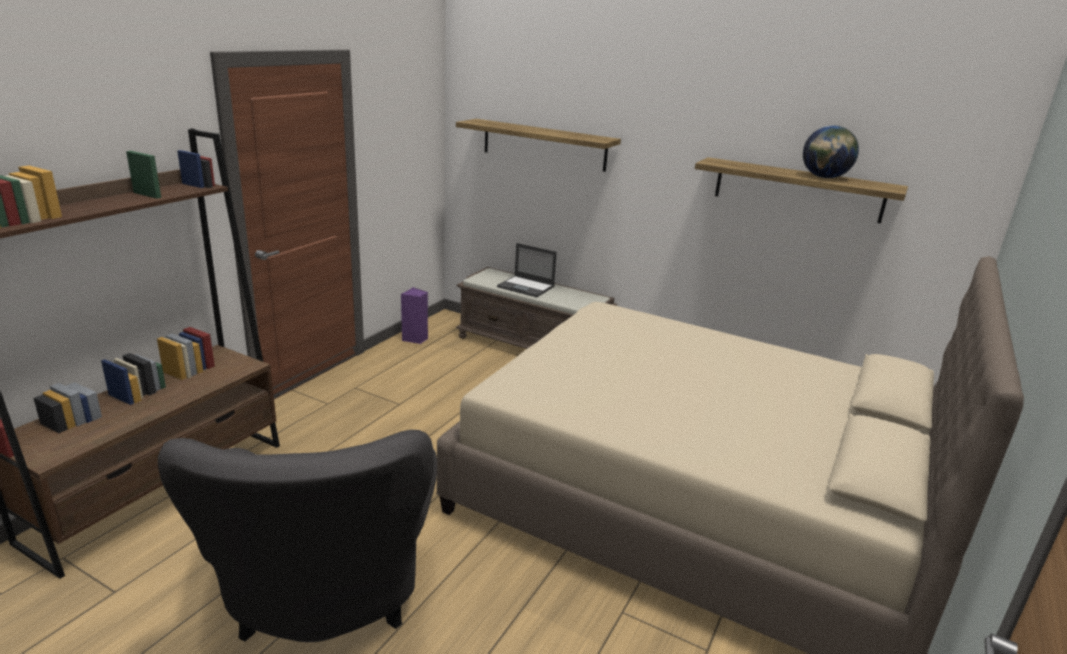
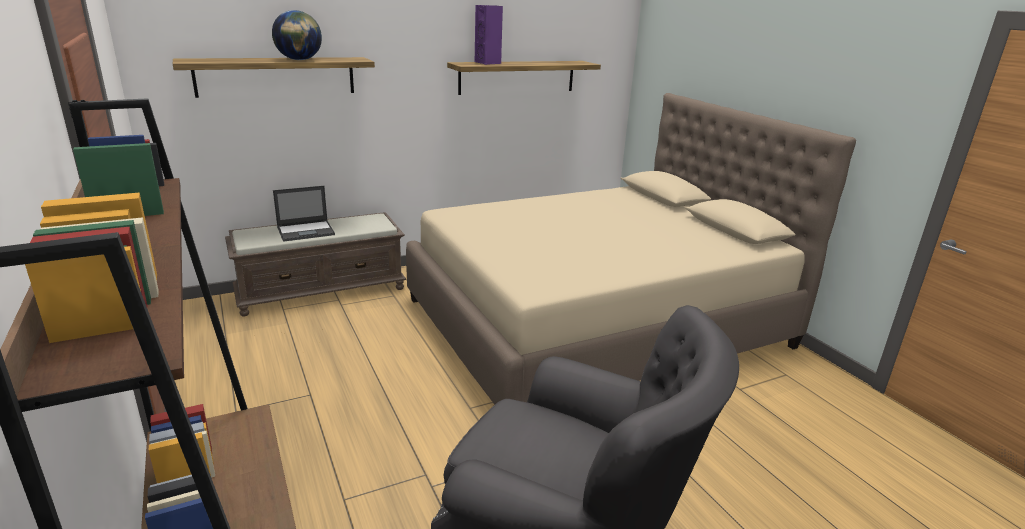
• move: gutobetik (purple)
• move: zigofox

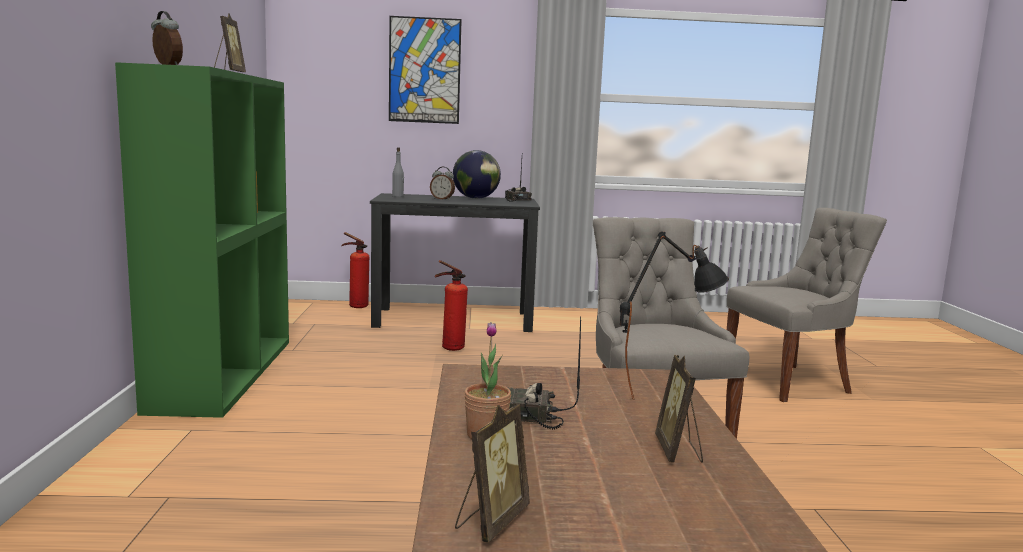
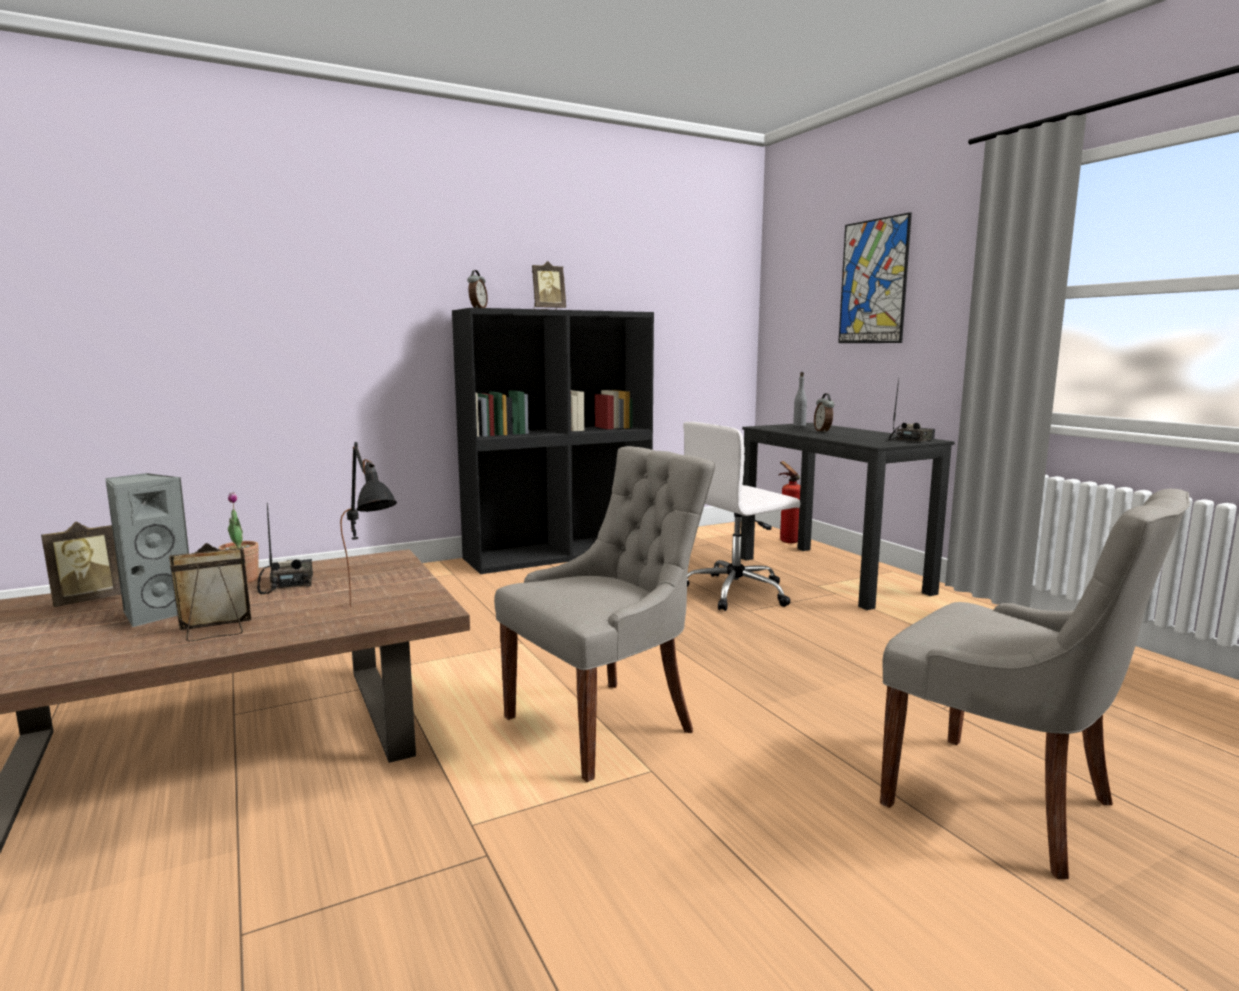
• recolor: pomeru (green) to pomeru (black)
• replace: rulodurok (2nd from left) to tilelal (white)
• delete: zigofox
• rotate: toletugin (2nd from left in the first image) 45 degrees counterclockwise
• insert: gutobetik (grey)

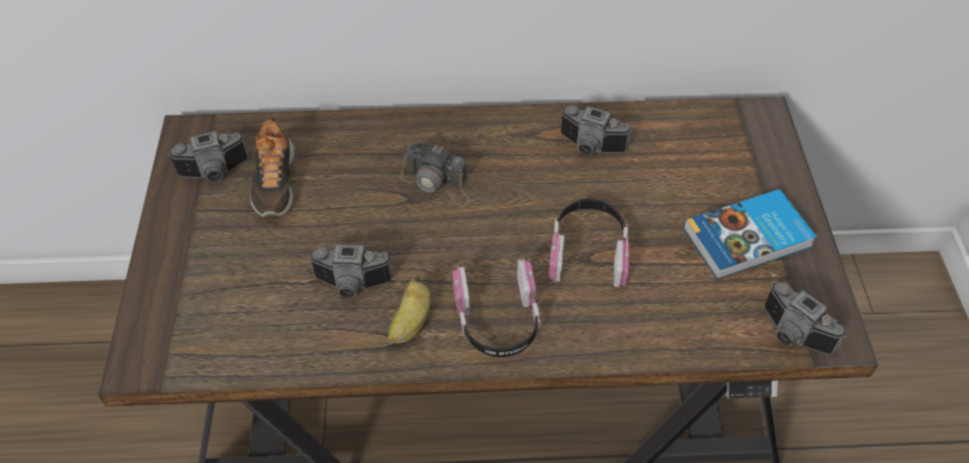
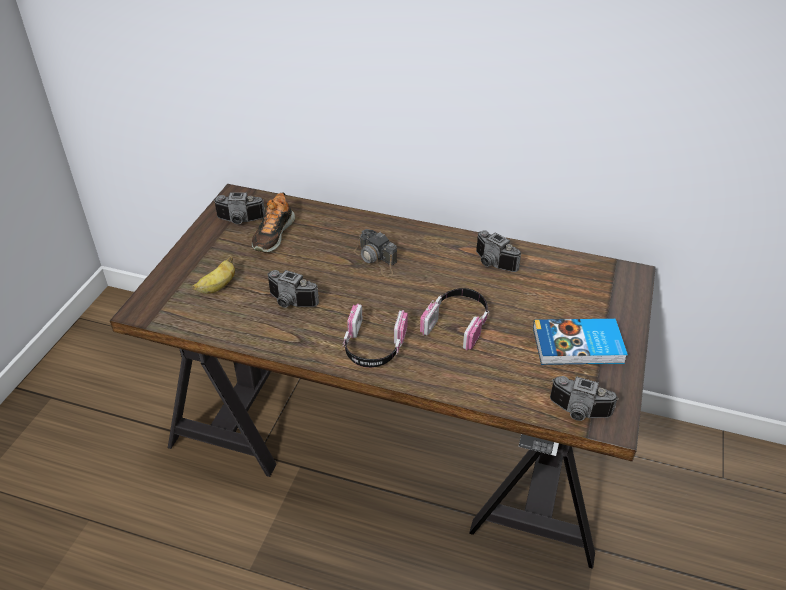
• move: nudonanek
• rotate: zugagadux (5th from left) 45 degrees counterclockwise

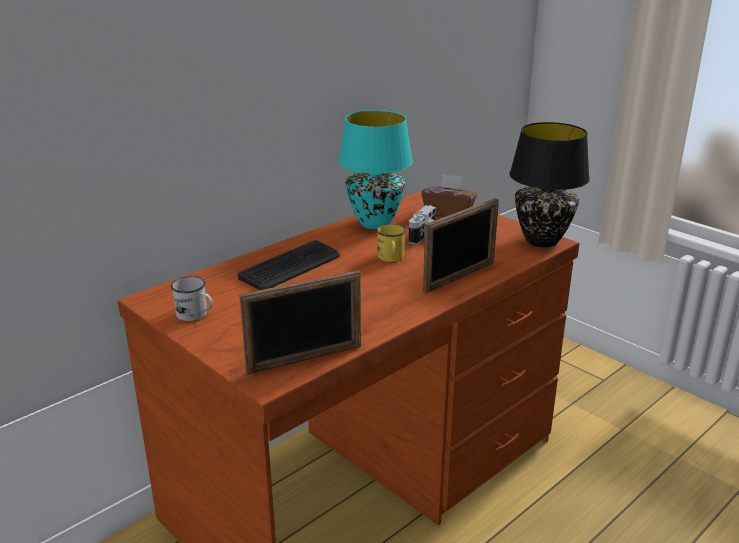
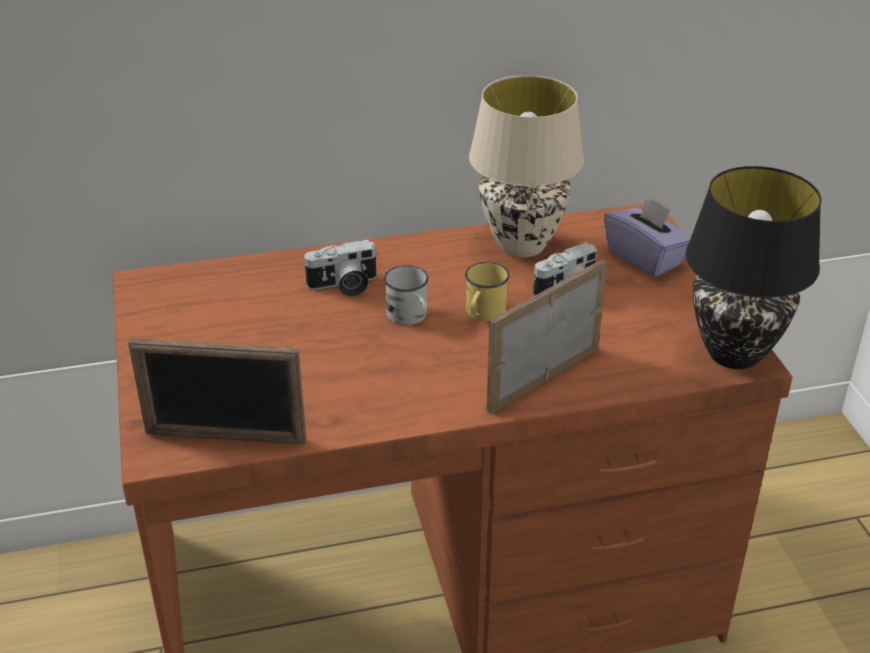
• move: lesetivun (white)
• replace: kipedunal to zugagadux (1st from left)
• recolor: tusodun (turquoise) to tusodun (beige)
• recolor: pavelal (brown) to pavelal (purple)
• rotate: toletugin (2nd from left) 150 degrees clockwise

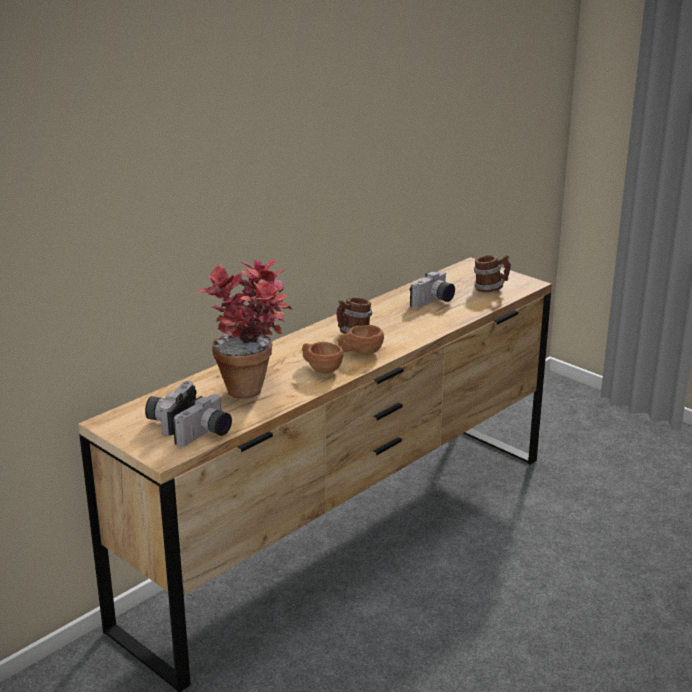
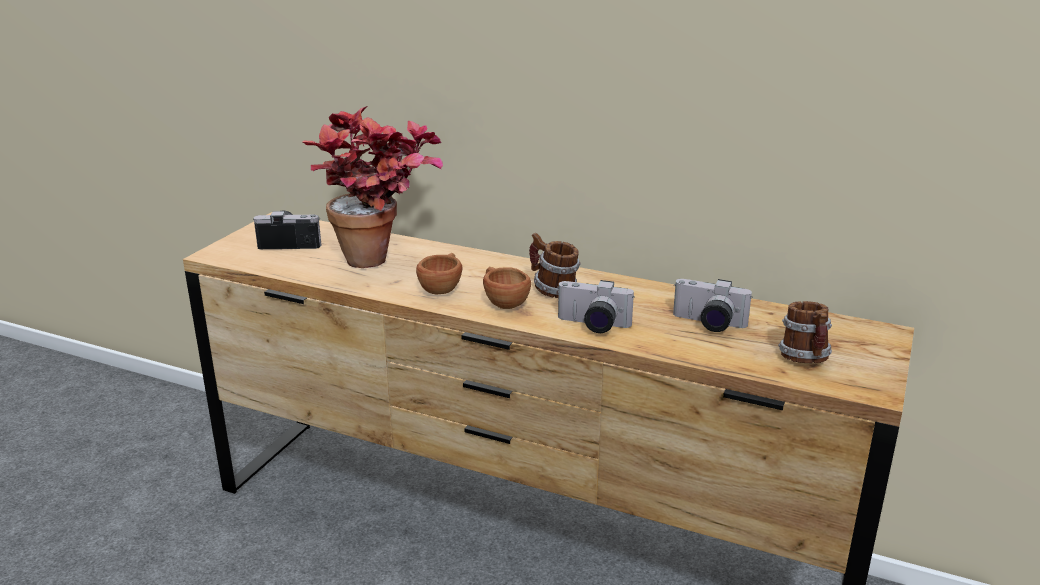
• move: zugagadux (2nd from left)

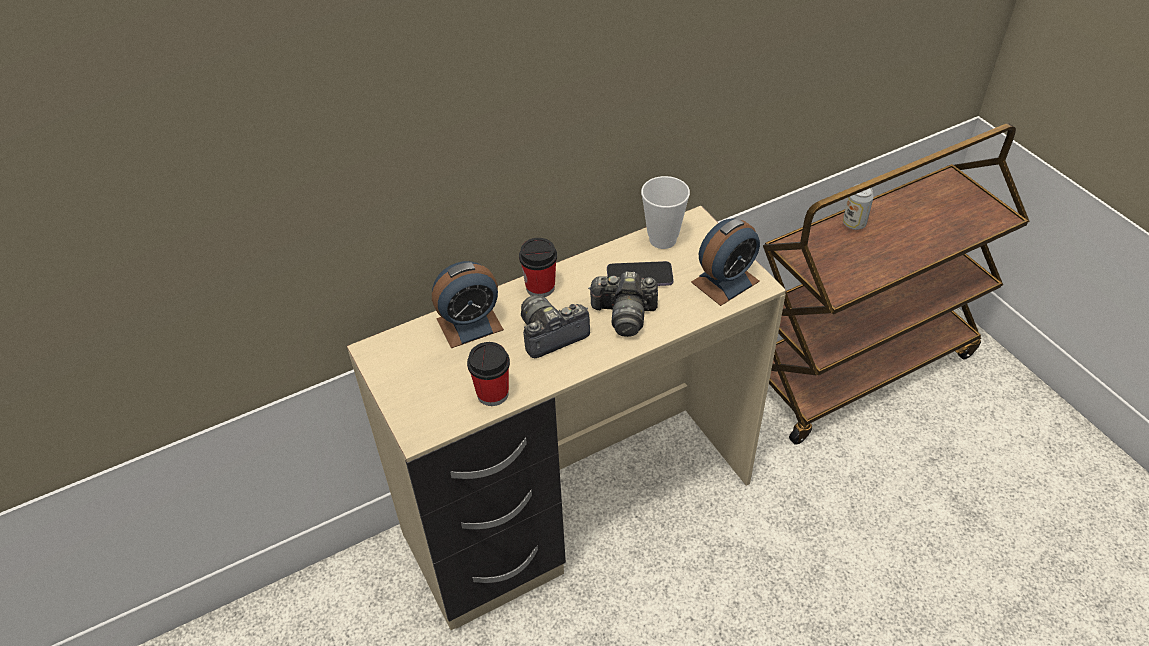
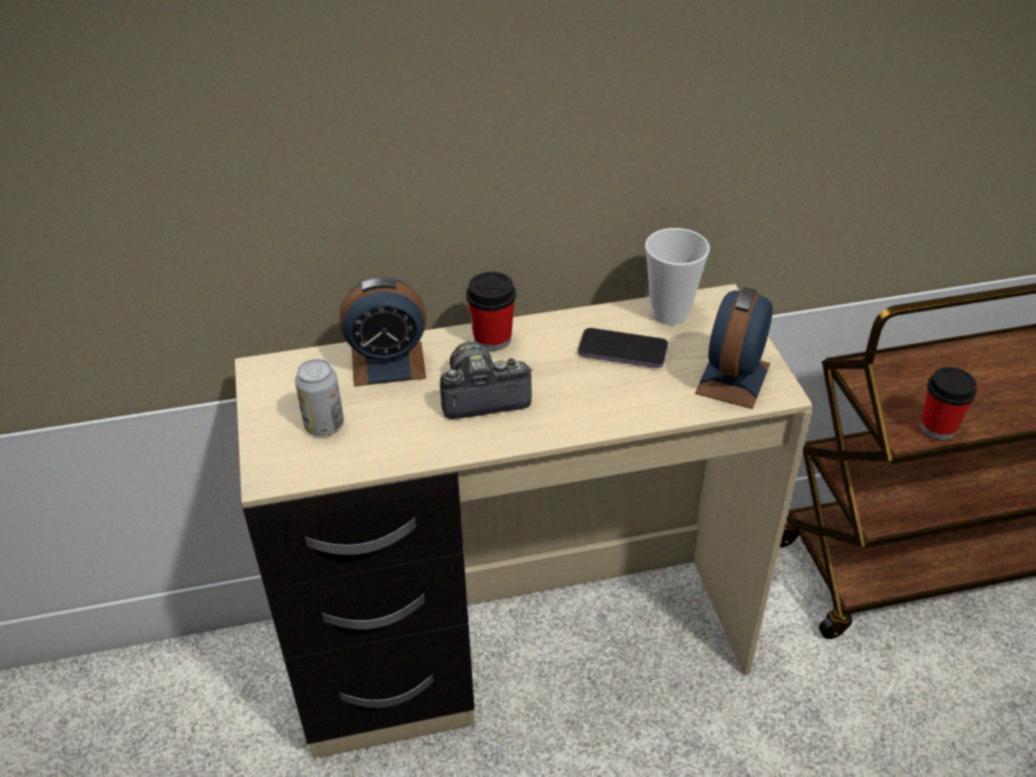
• move: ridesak (1st from left in the first image) to ridesak (3rd from left)
• delete: zugagadux (2nd from left)
• rotate: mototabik (2nd from left) 135 degrees clockwise
• move: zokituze

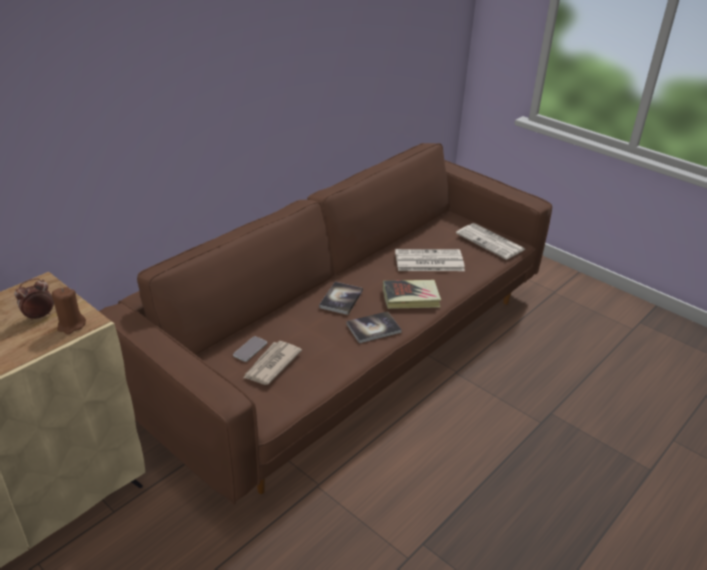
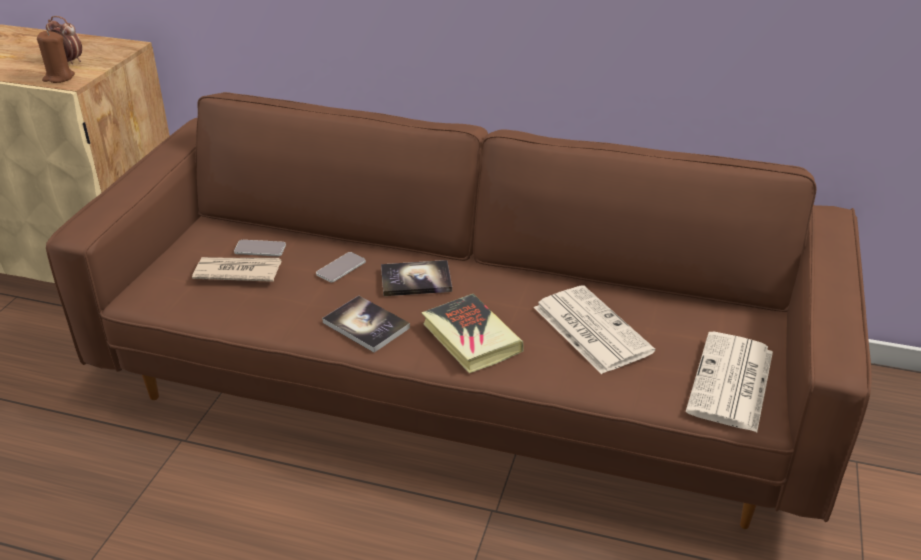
• insert: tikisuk (2nd from left)

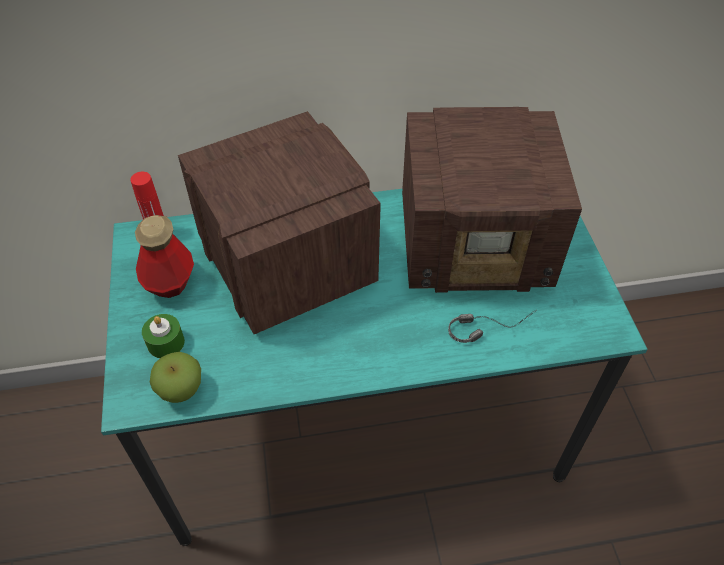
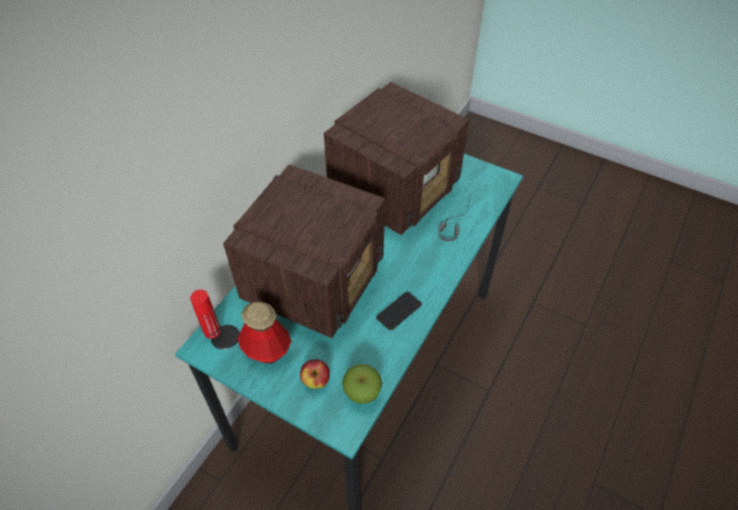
• replace: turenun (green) to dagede (1st from left)
• rotate: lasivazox (1st from left) 105 degrees clockwise
• insert: tikisuk

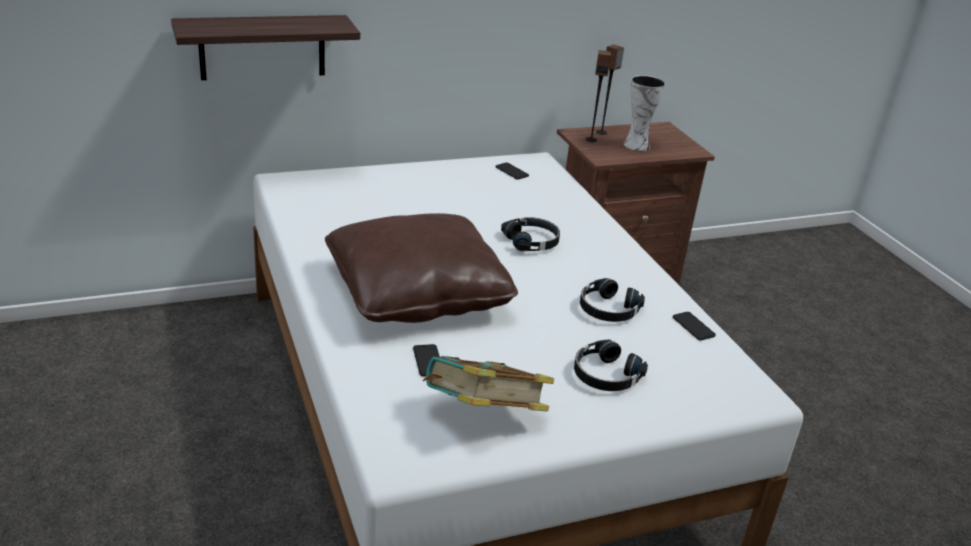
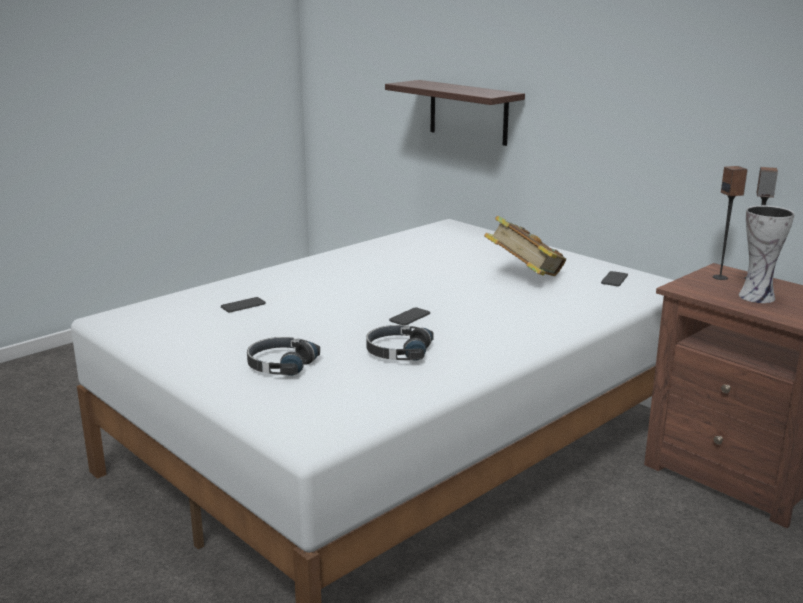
• delete: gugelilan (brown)
• move: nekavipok
• delete: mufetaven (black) (1st from left)
• move: tikisuk (3rd from left in the first image) to tikisuk (2nd from left)

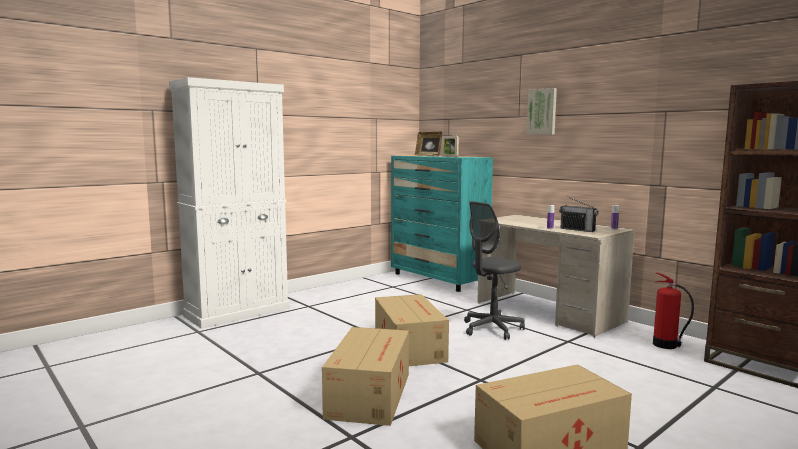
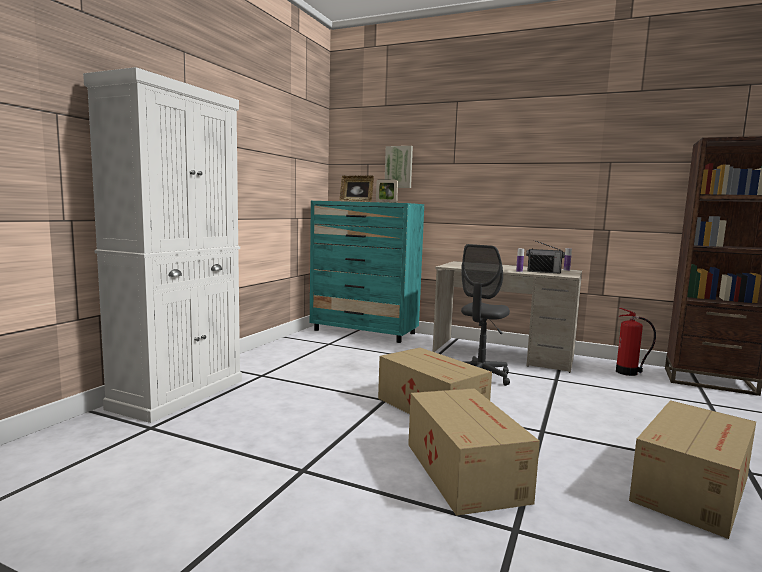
• move: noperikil

